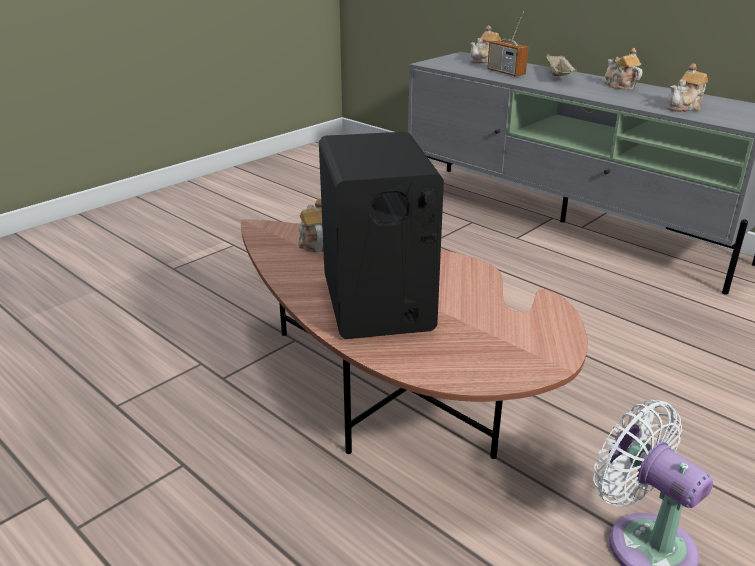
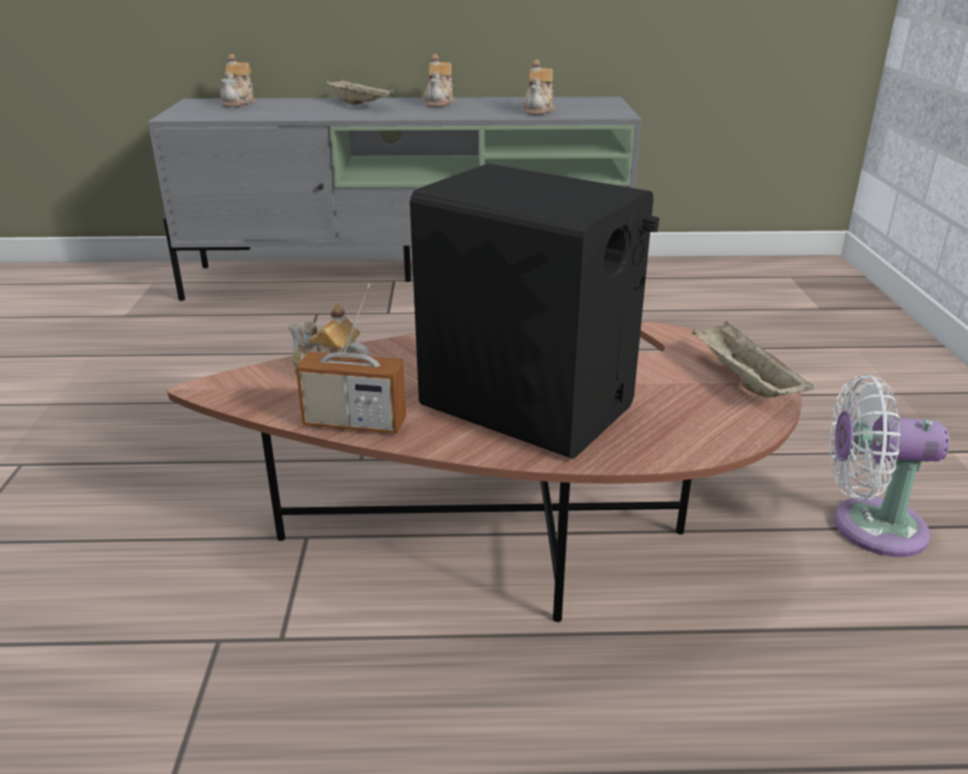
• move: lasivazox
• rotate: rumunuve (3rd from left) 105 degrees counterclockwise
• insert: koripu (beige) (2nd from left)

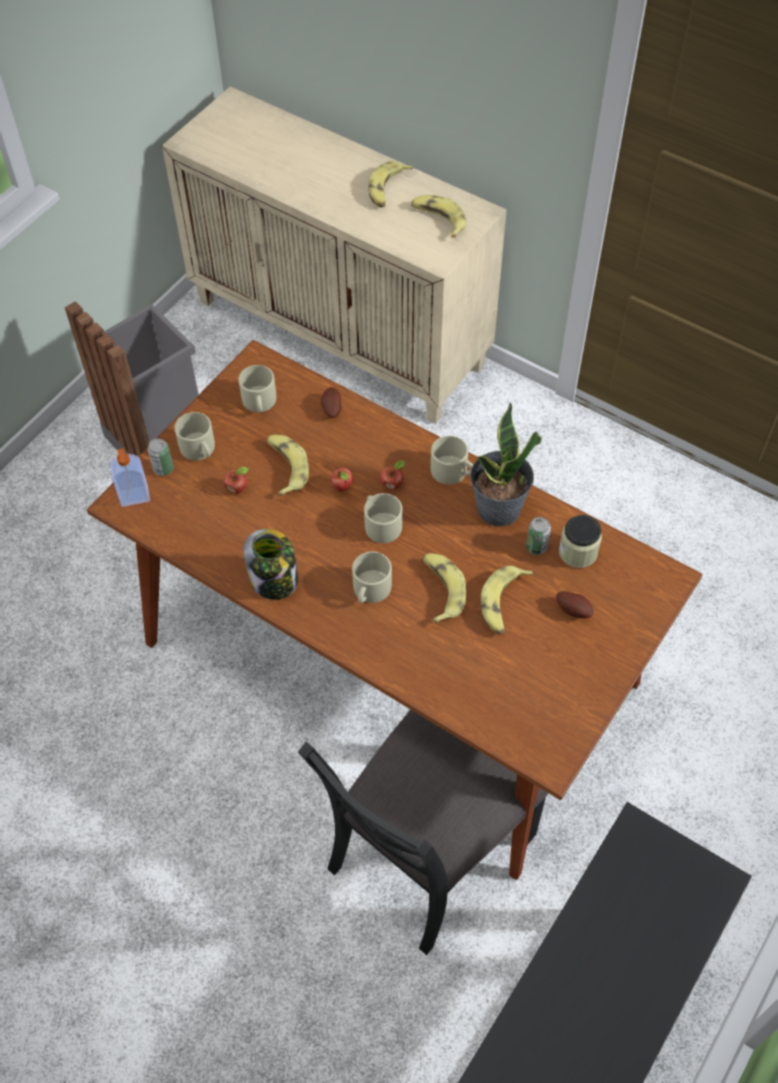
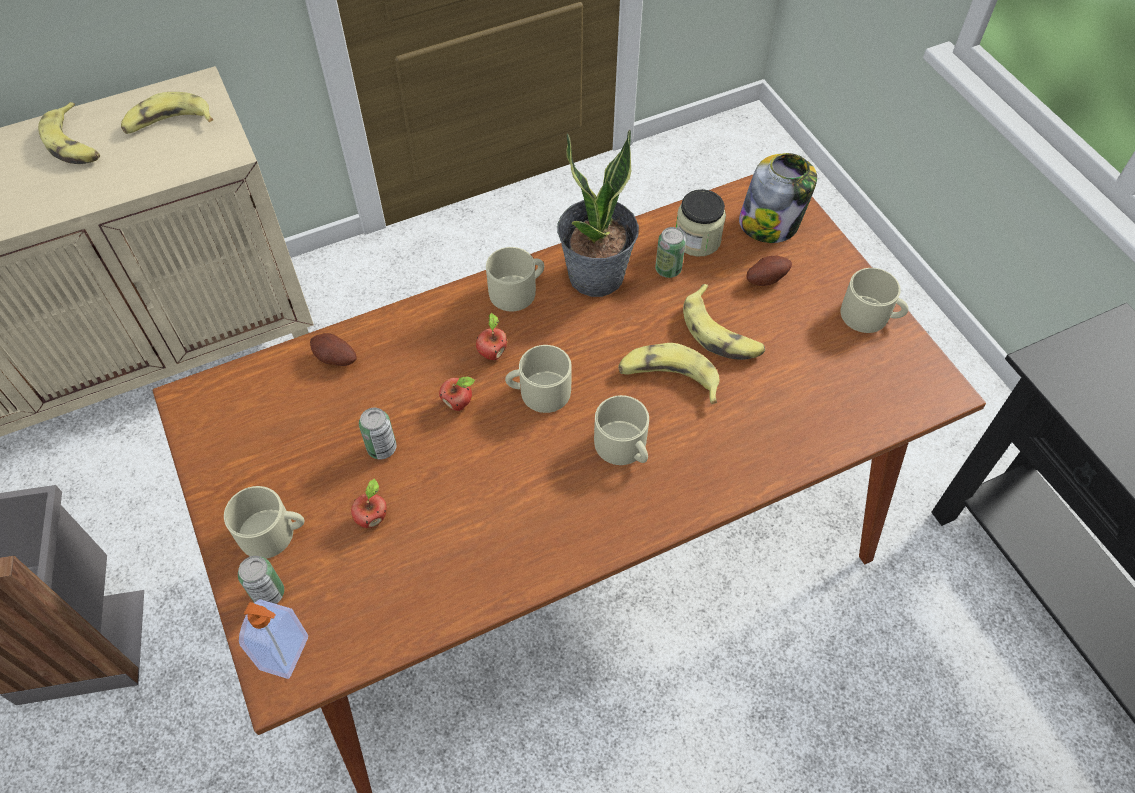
• move: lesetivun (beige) (2nd from left in the first image) to lesetivun (beige) (5th from left)
• move: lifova (1st from left in the first image) to lifova (2nd from left)
• replace: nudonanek (1st from left) to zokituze (2nd from left)
• delete: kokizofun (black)

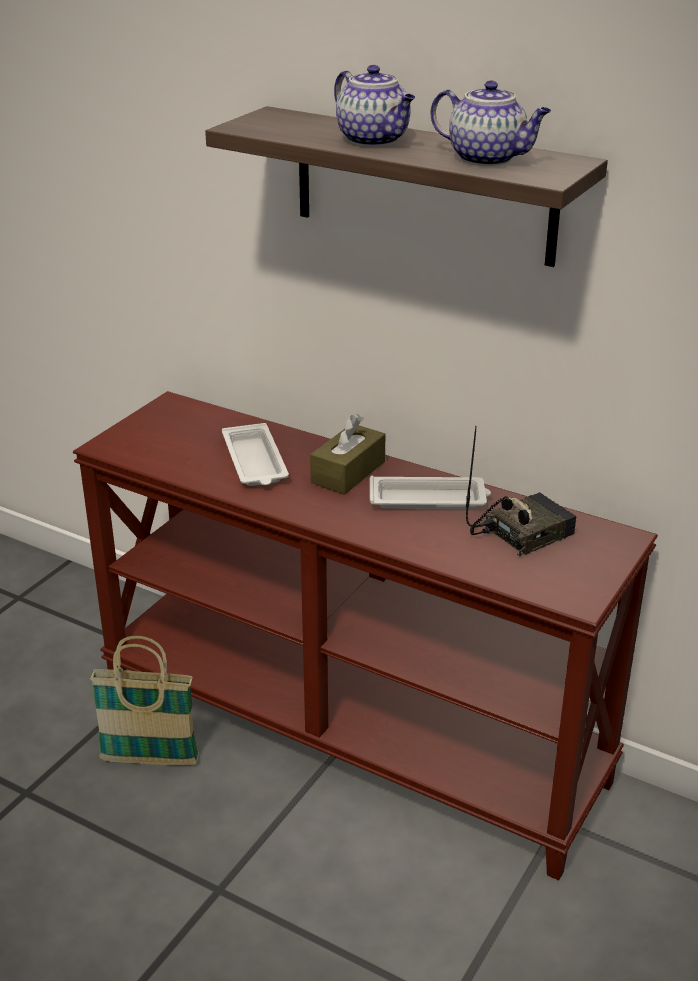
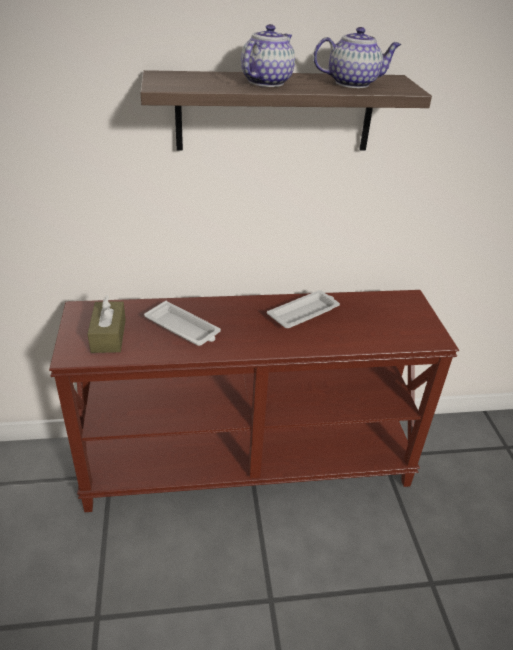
• delete: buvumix
• move: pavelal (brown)
• rotate: rumunuve (1st from left) 75 degrees counterclockwise
• delete: lasivazox

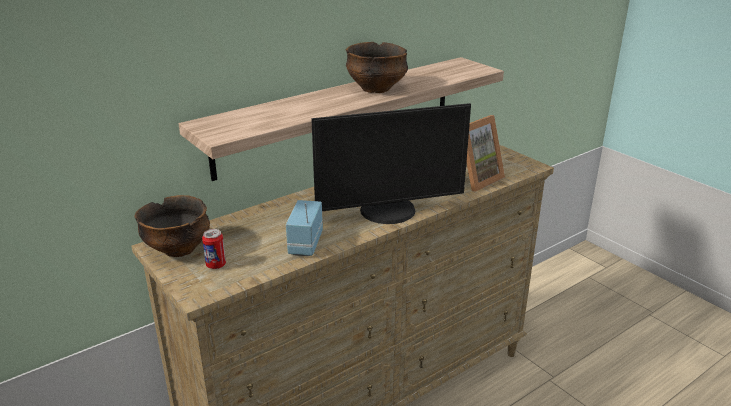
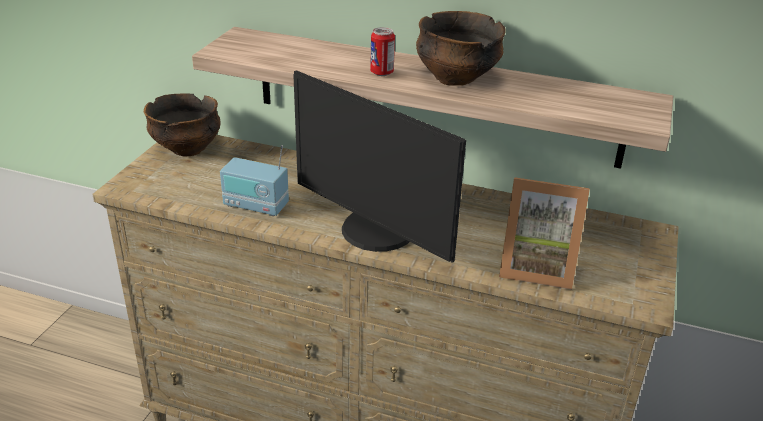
• move: zokituze
• rotate: lasivazox 135 degrees counterclockwise

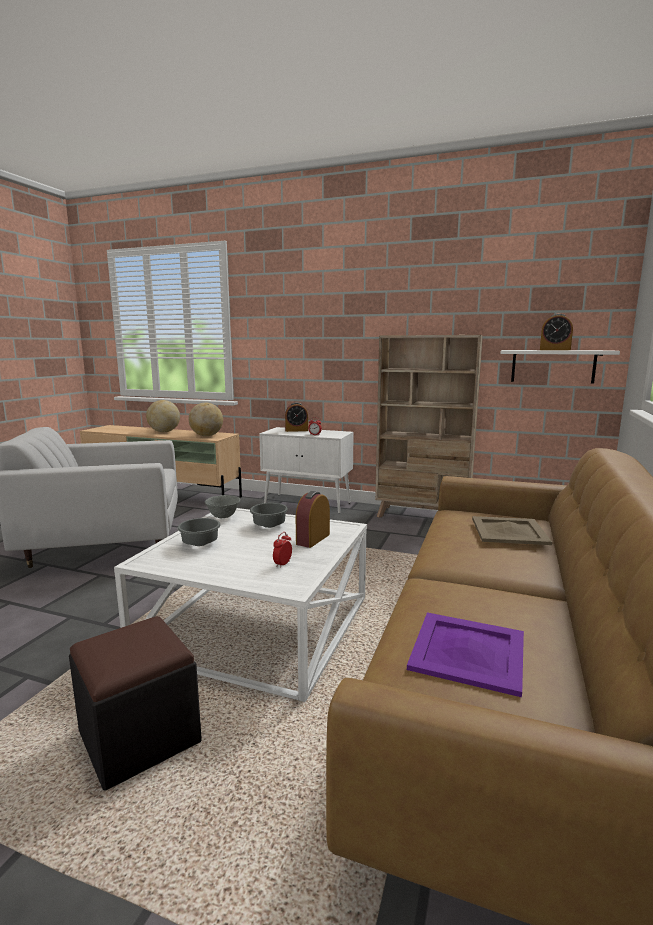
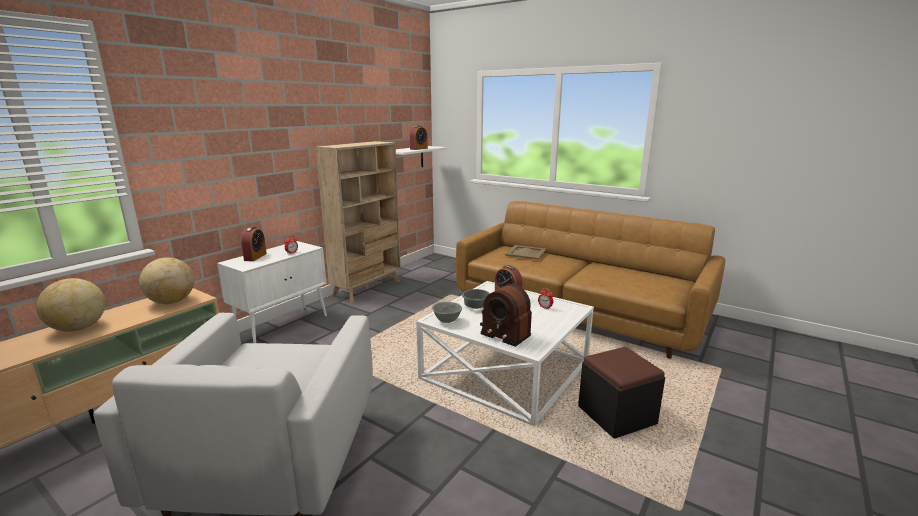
• replace: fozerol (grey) (1st from left) to lasivazox
• delete: koripu (purple)

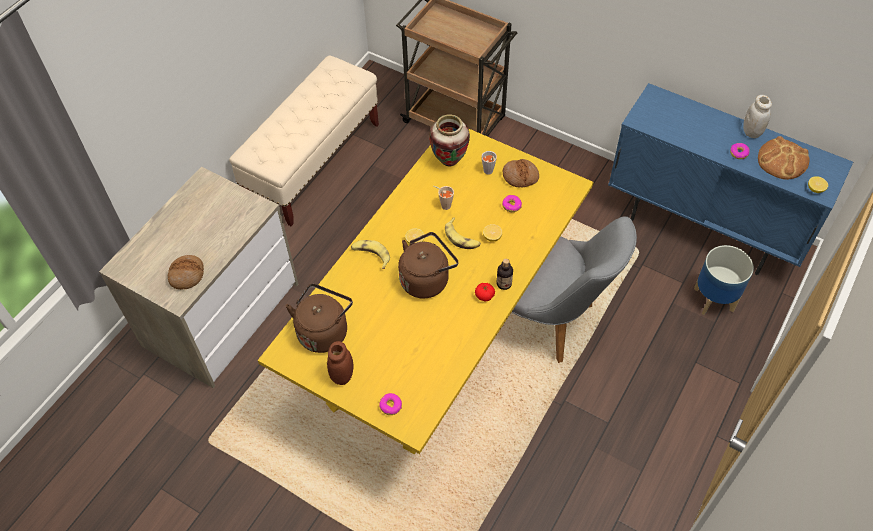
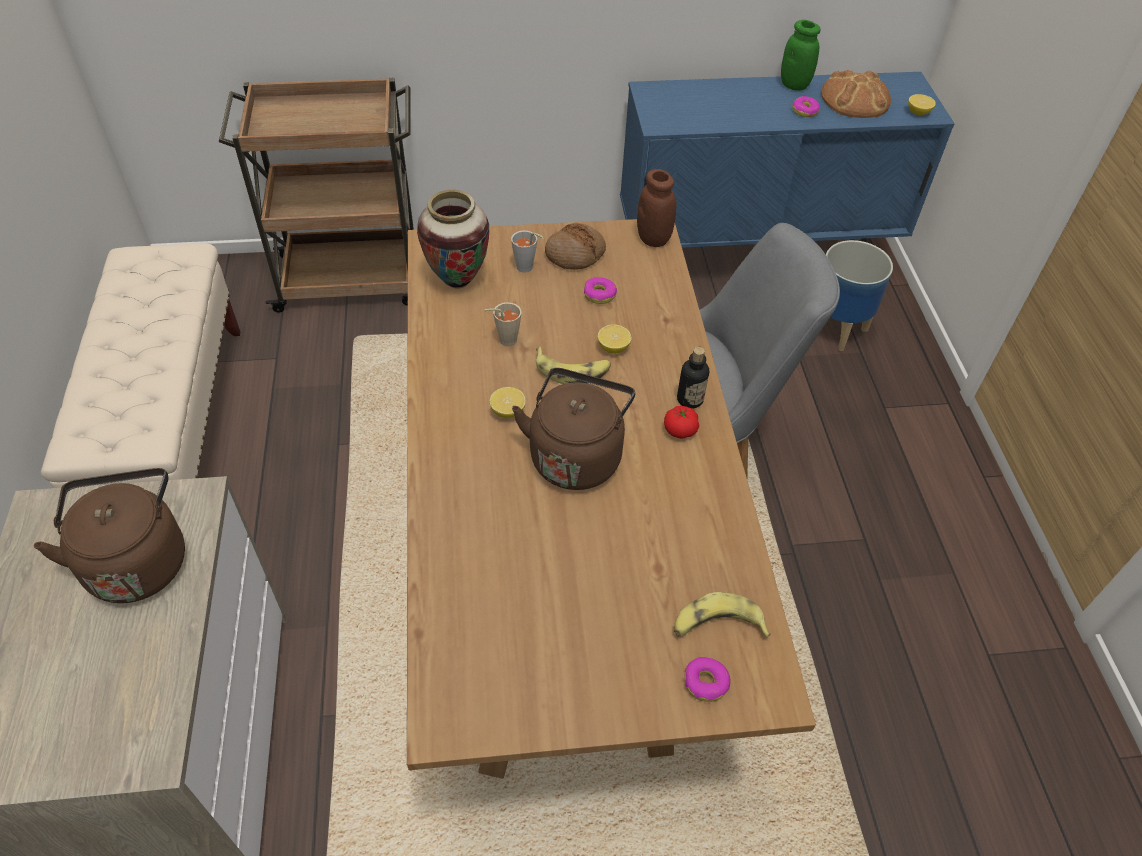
• delete: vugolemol (1st from left)
• recolor: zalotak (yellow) to zalotak (brown)
• move: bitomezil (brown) (1st from left)
• move: lifova (brown)
• move: nudonanek (1st from left in the first image) to nudonanek (2nd from left)
• recolor: lifova (white) to lifova (green)

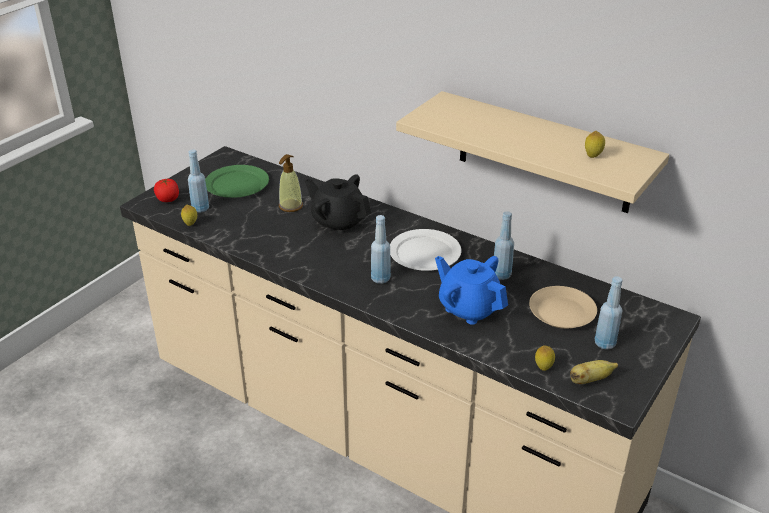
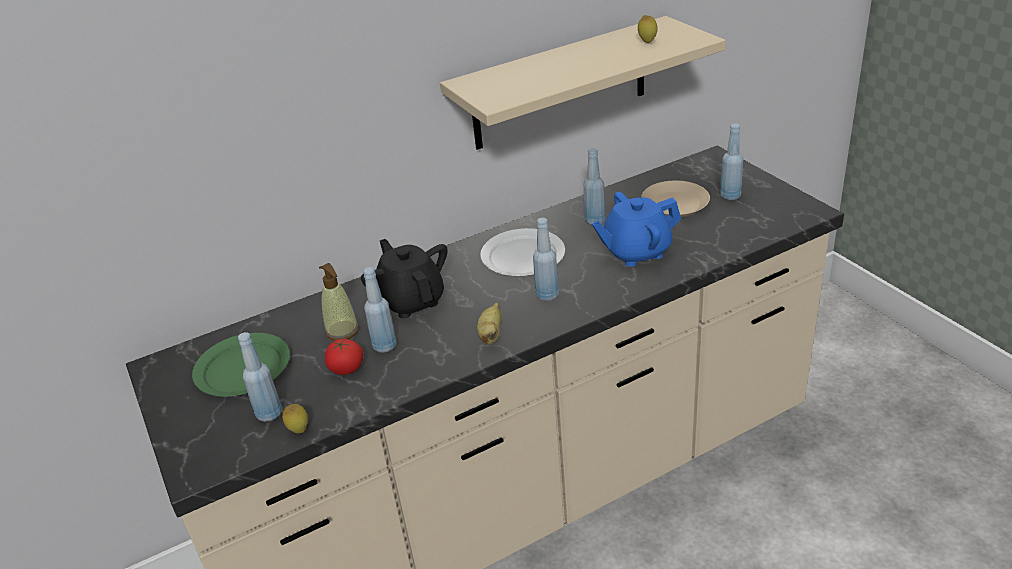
• move: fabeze
• rotate: rumunuve (black) 90 degrees clockwise
• delete: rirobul (2nd from left)
• move: nudonanek
• insert: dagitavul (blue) (2nd from left)

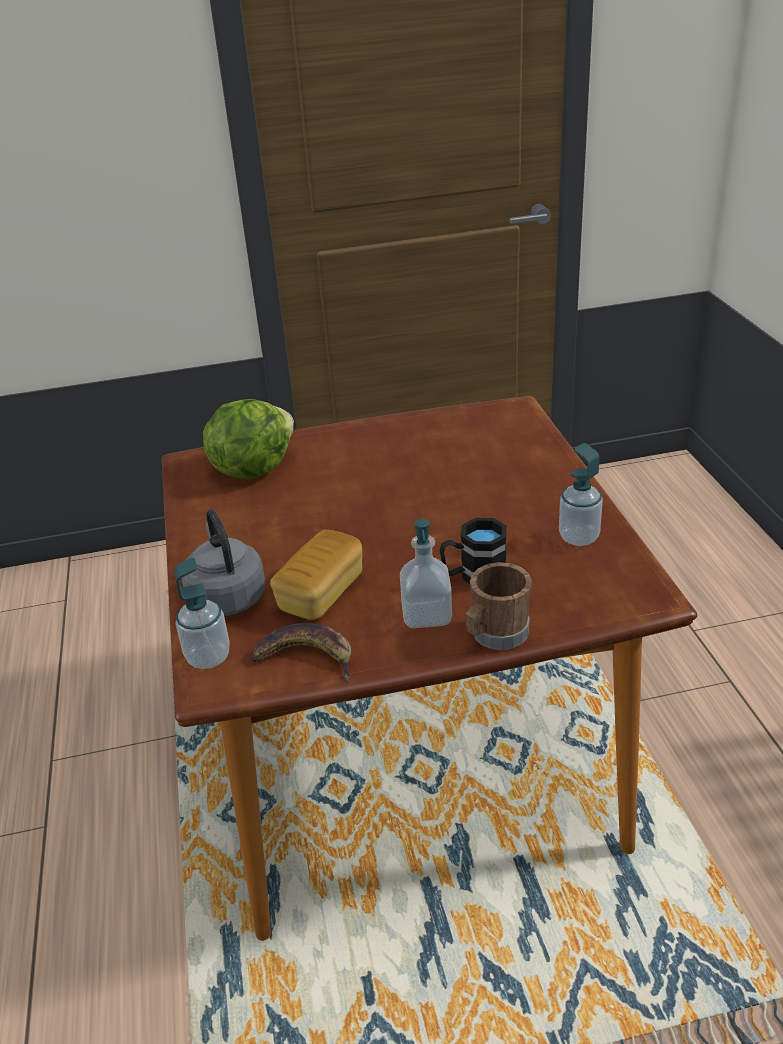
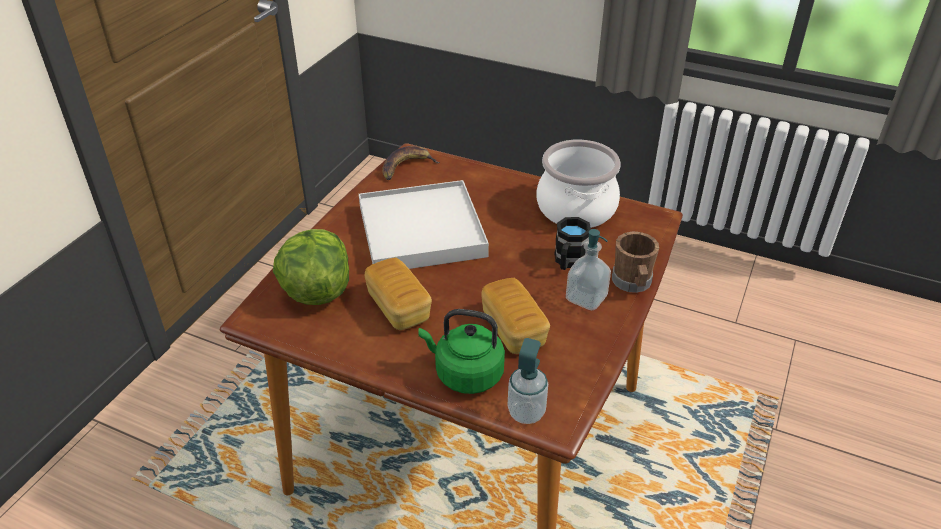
• recolor: bitomezil (grey) to bitomezil (green)
• move: nudonanek
• replace: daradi (3rd from left) to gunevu
• insert: koripu (white)
• insert: vugolemol (1st from left)

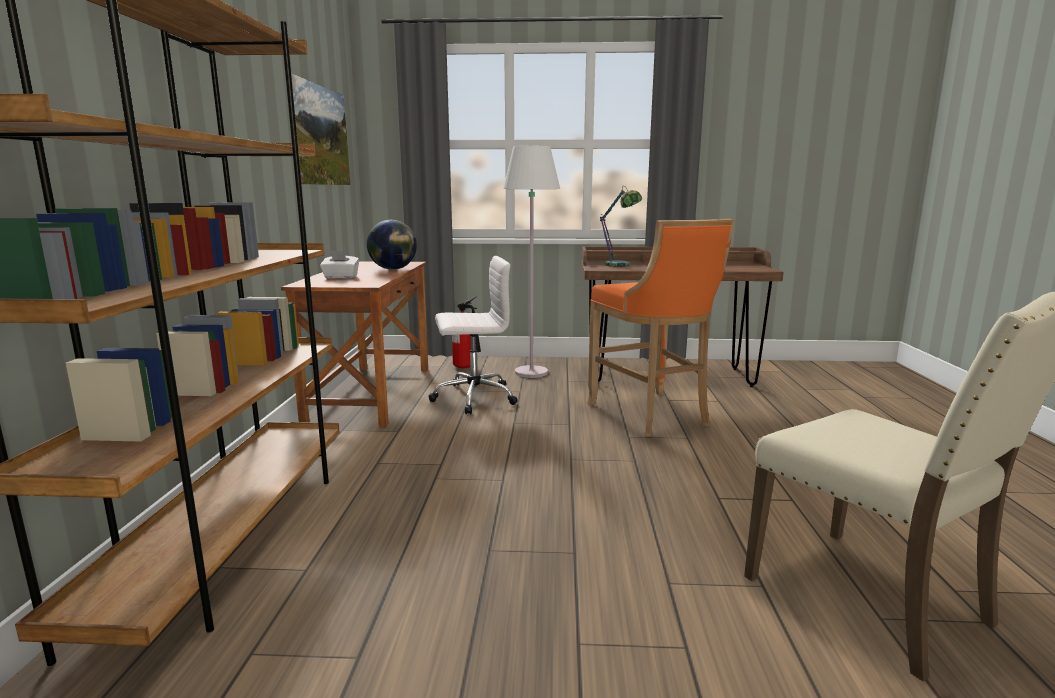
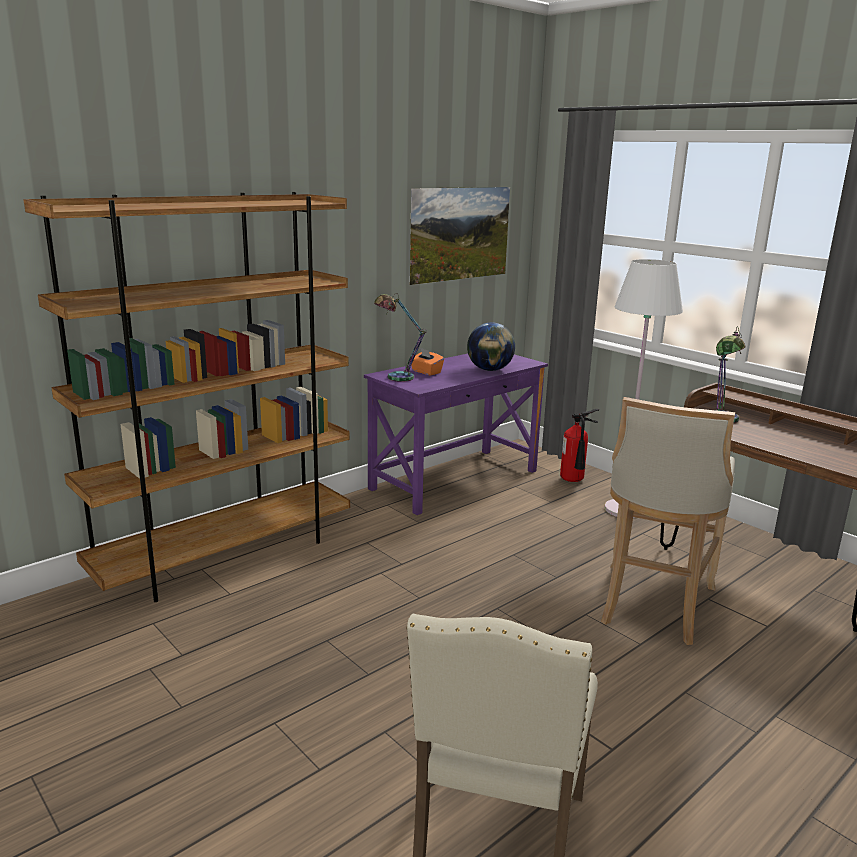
• recolor: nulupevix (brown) (1st from left) to nulupevix (purple)
• recolor: pavelal (white) to pavelal (orange)
• delete: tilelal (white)
• recolor: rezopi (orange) to rezopi (beige)
• insert: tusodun (1st from left)

